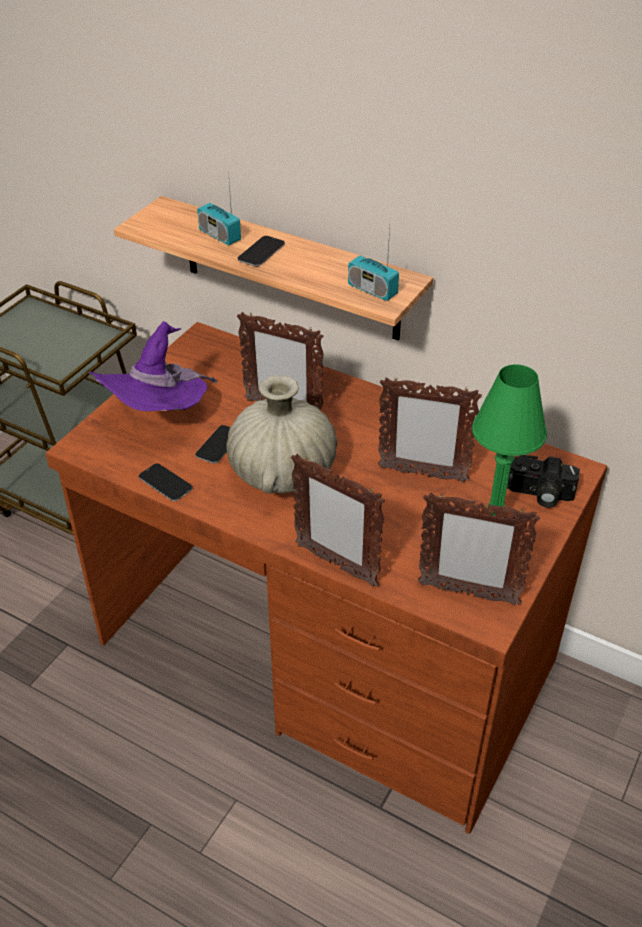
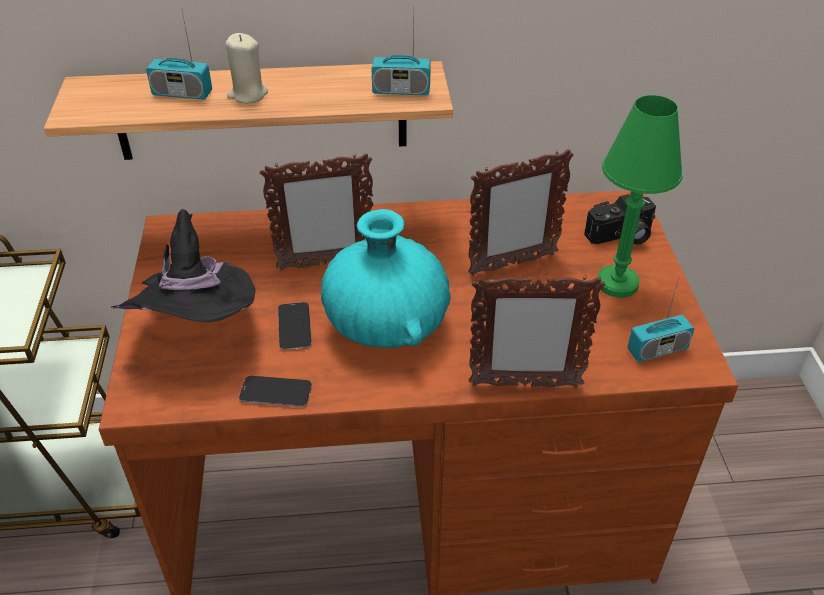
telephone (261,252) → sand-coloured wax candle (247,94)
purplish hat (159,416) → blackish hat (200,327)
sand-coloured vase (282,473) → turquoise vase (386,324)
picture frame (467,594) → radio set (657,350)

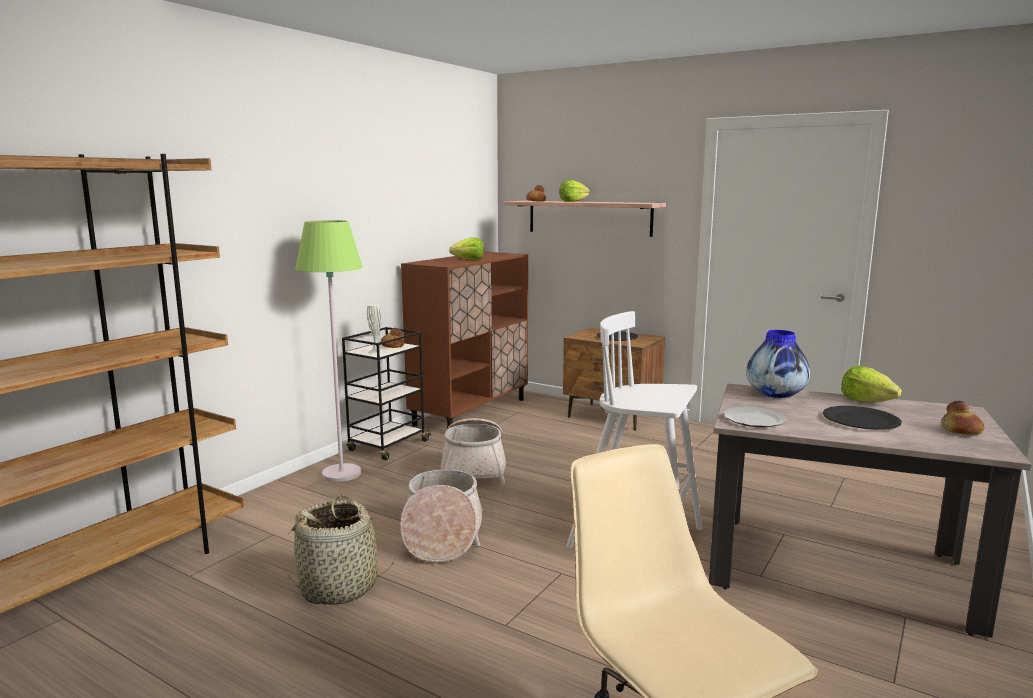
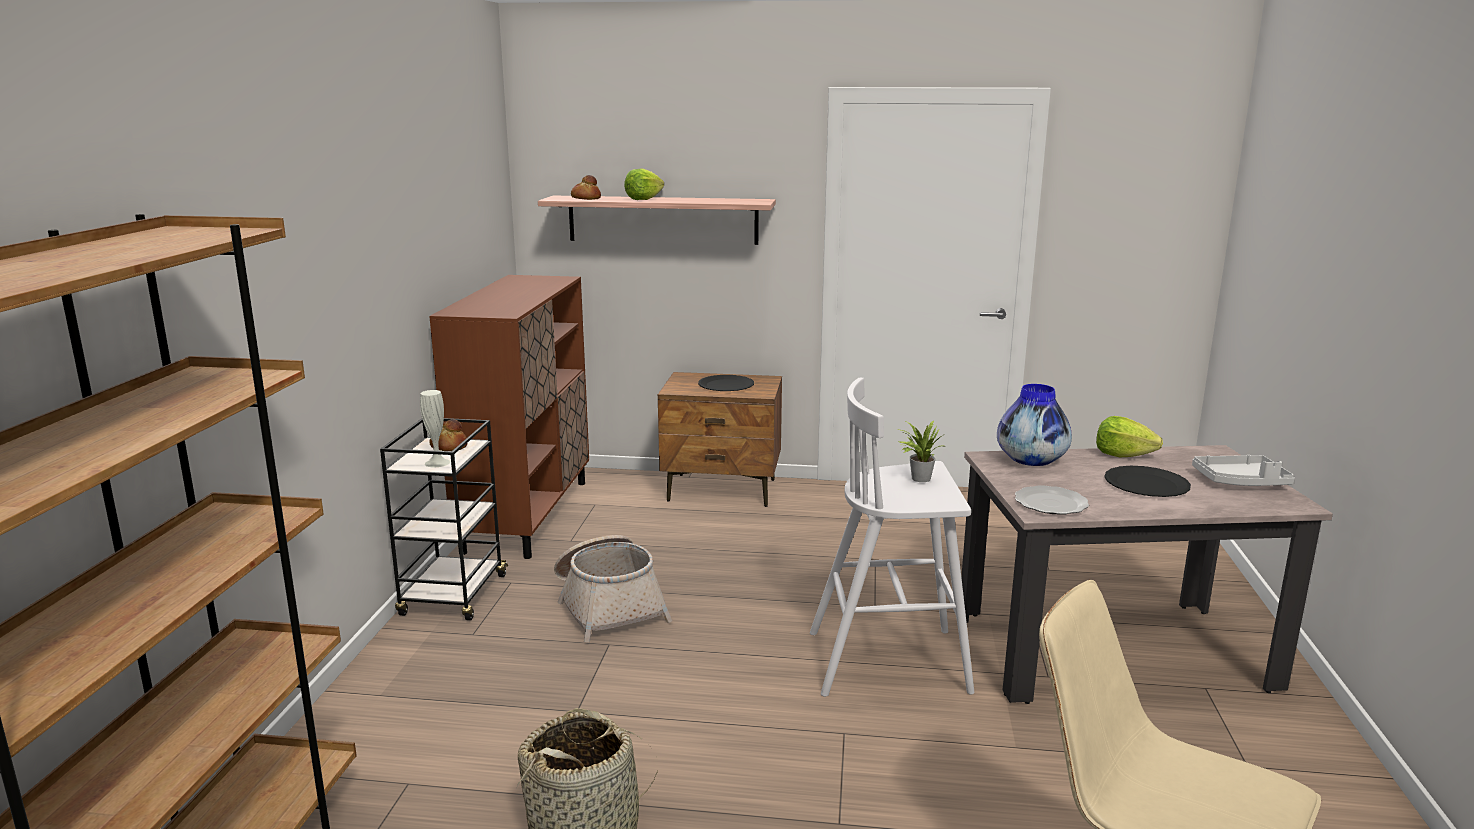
greenish standard lamp (342,474) → -
lettuce (469,259) → -
bread (960,431) → gray serving tray (1240,482)
storage basket (442,535) → -
- → potted plant (918,478)

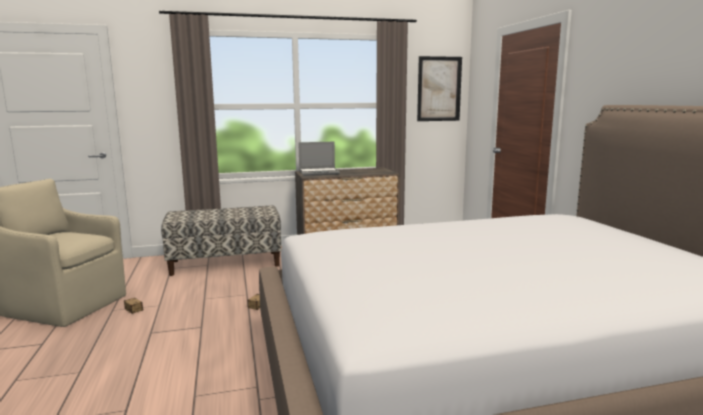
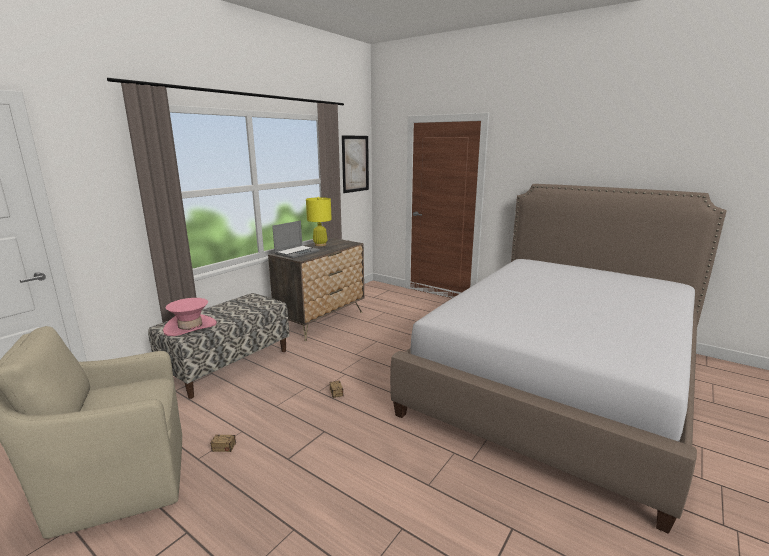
- → yellow-coloured lamp for a table (320,245)
- → pink hat (190,327)

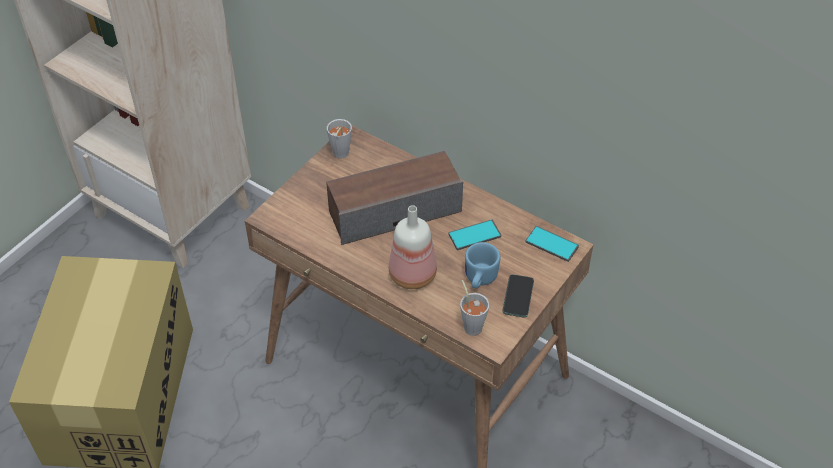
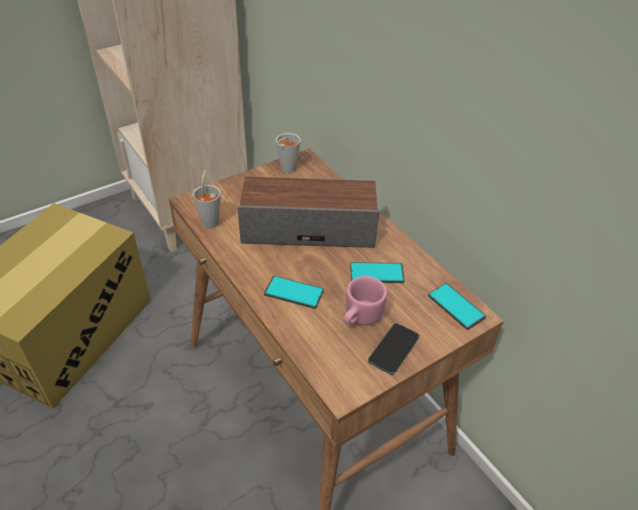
drink bottle (414,275) → telephone (293,293)
bluish coffee mug (479,279) → pink coffee mug (359,318)
gray small cup (471,325) → gray small cup (211,220), shifted

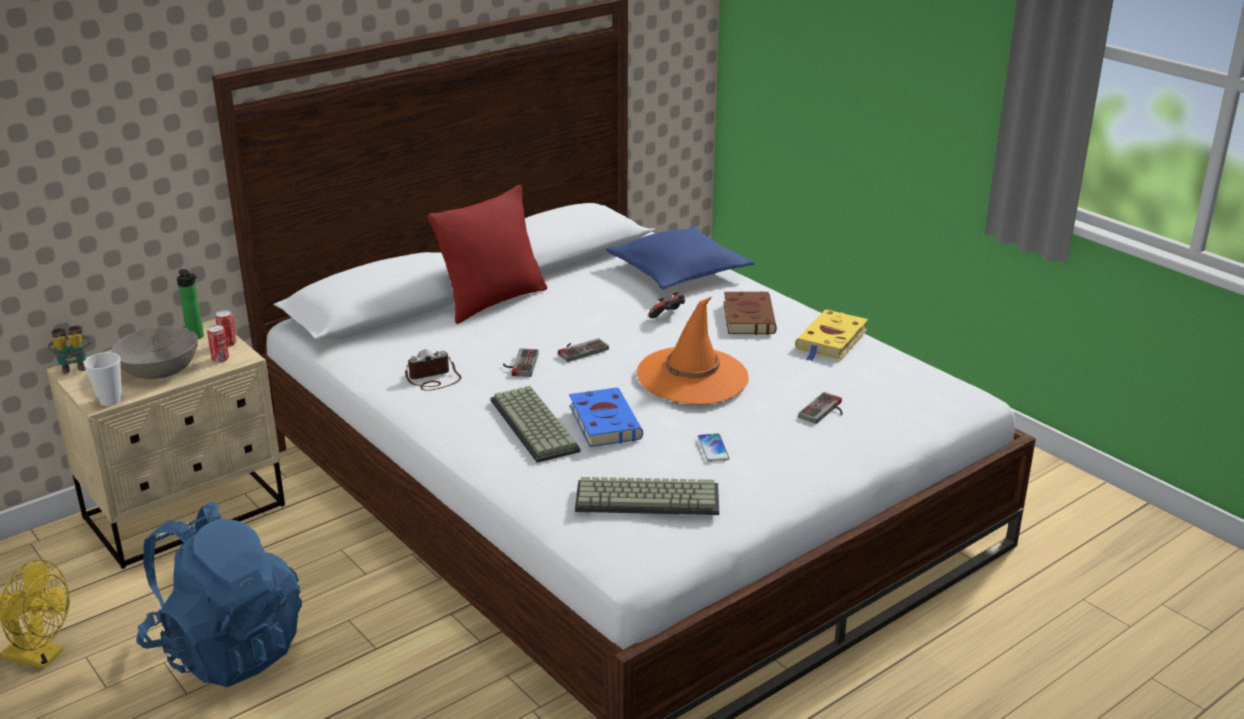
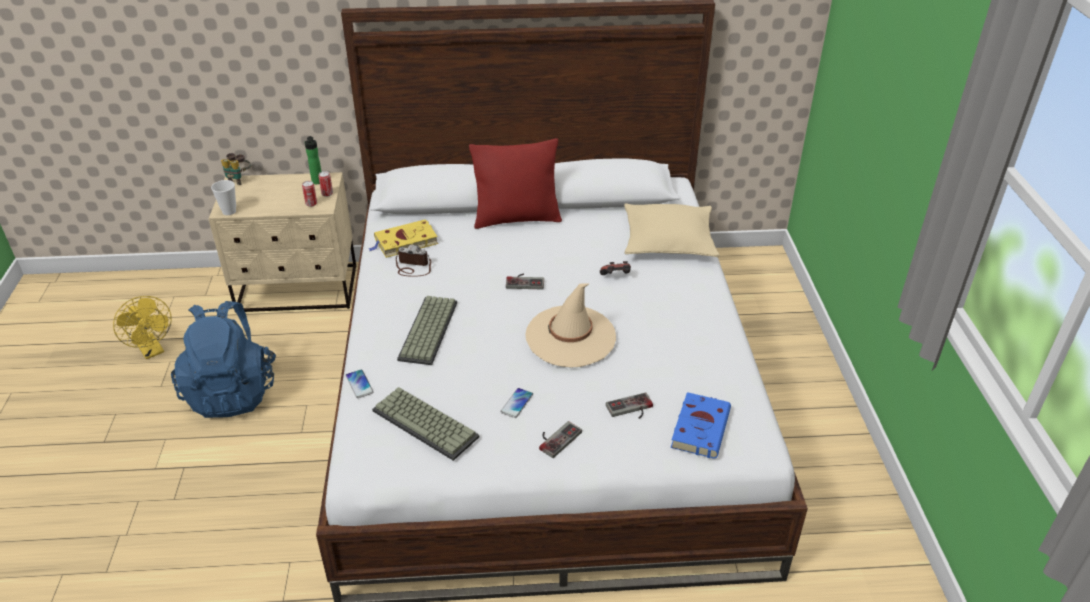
bluish cushion (678,272) → sand-coloured cushion (668,241)
brown volume (748,317) → -
orange hat (692,376) → sand-coloured hat (570,337)
yellow-coloured volume (831,341) → yellow-coloured volume (404,242), shifted
gray serving bowl (159,368) → -
joypad (519,364) → joypad (556,438), shifted
bluish volume (603,421) → bluish volume (700,427), shifted
- → telephone (359,384)

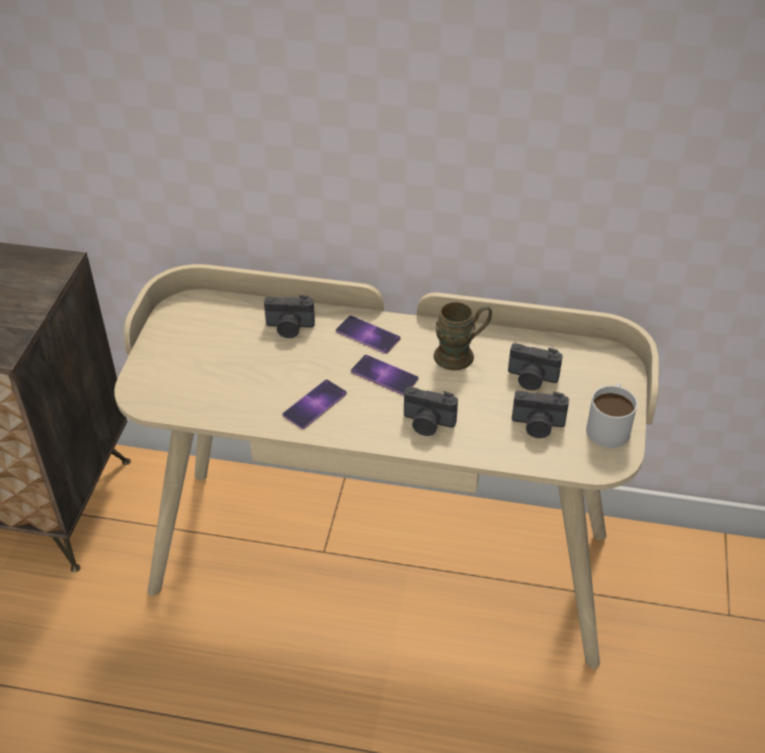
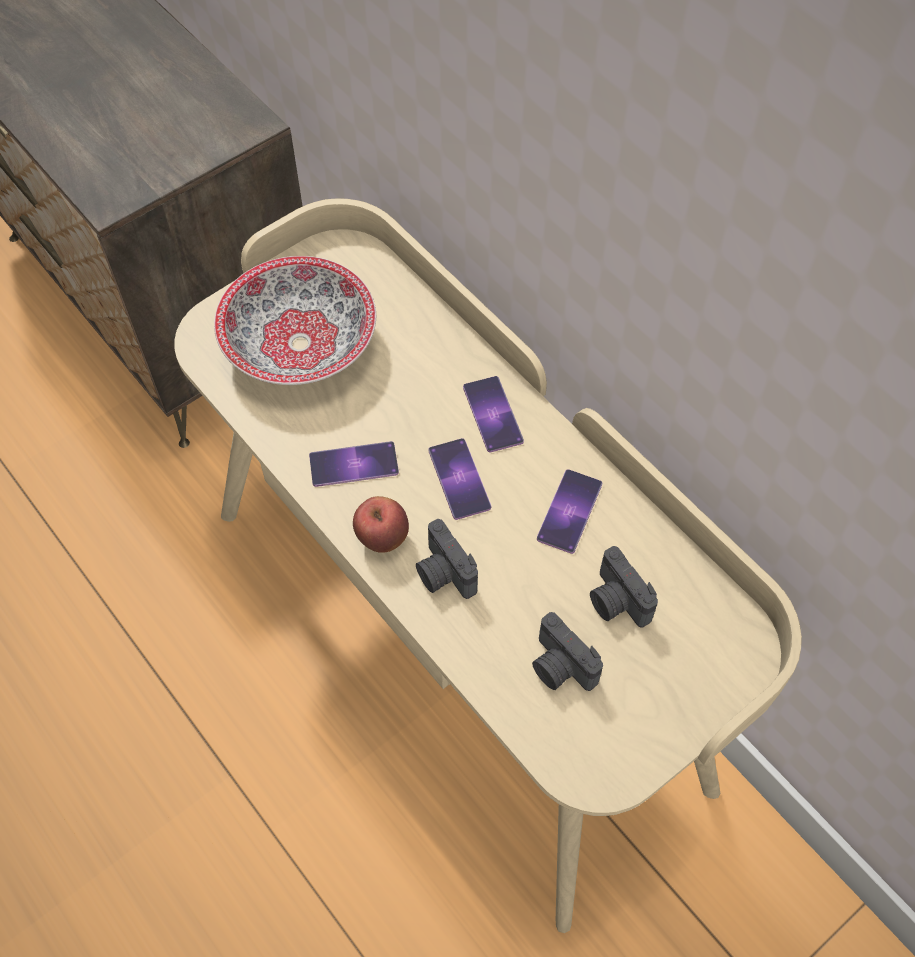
still camera (289,328) → -
brown coffee mug (461,354) → telephone (569,511)
white-coloured coffee mug (609,425) → -
- → serving bowl (299,345)
- → whole apple (382,538)

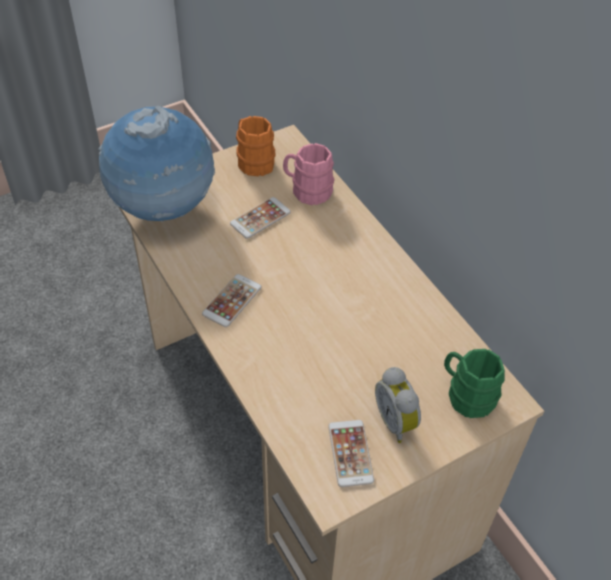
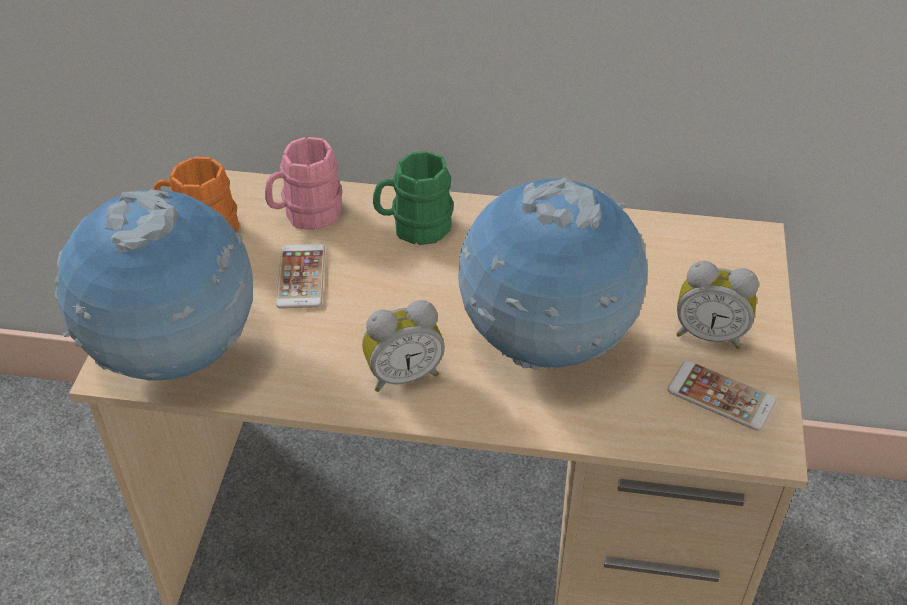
telephone (232,301) → alarm clock (403,374)
greenish coffee mug (466,395) → greenish coffee mug (414,227), shifted
- → globe (545,344)

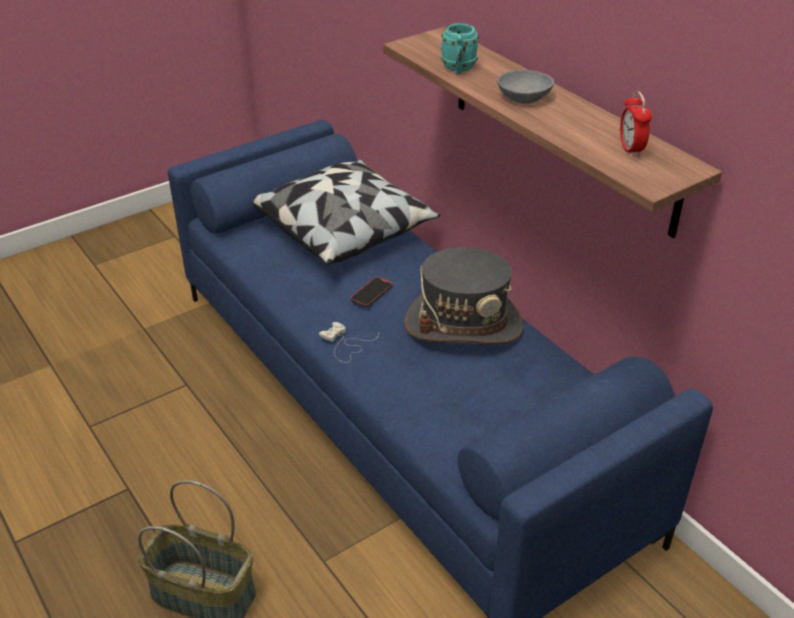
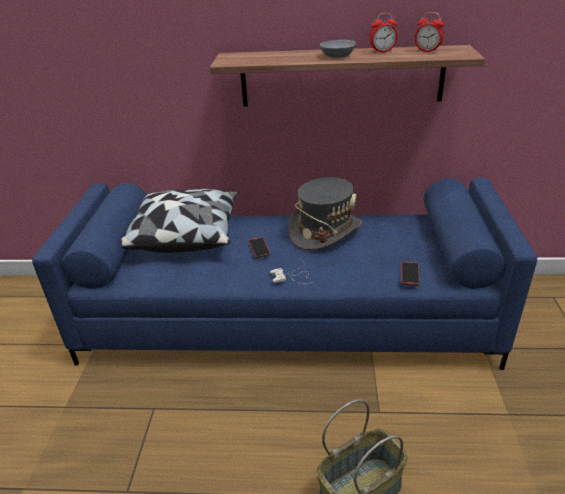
turquoise coffee mug (458,69) → -
- → alarm clock (382,51)
- → telephone (410,275)

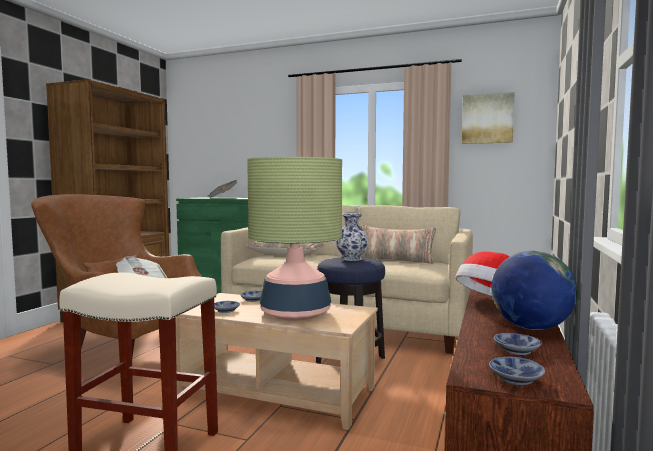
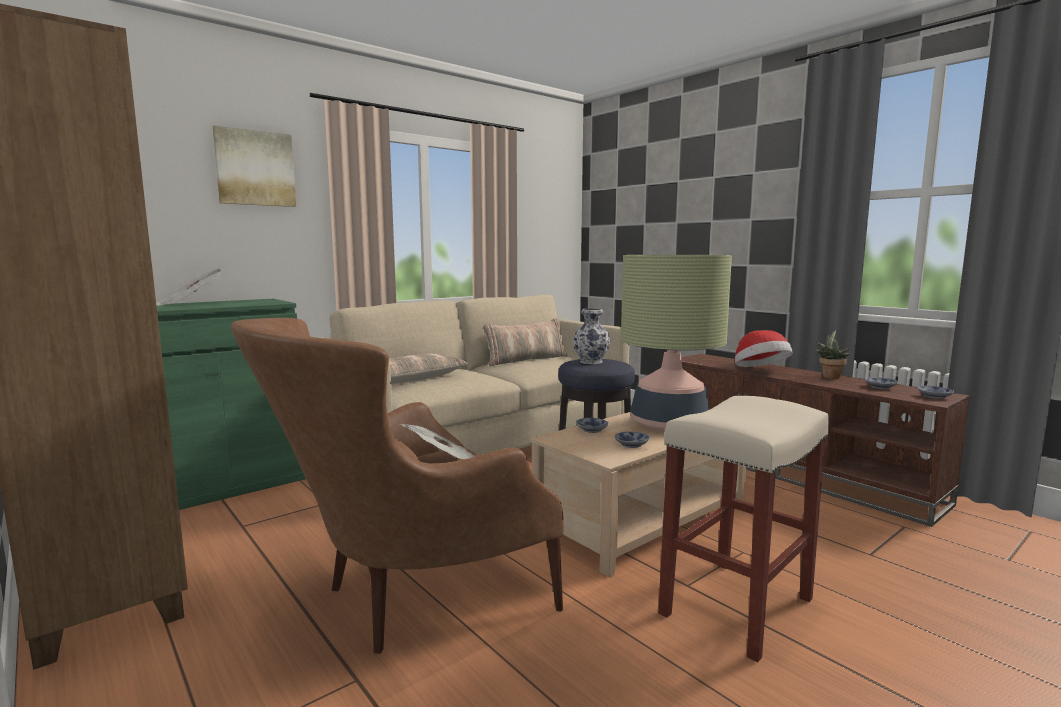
wall art (487,119) → wall art (255,168), shifted
globe (531,328) → potted plant (830,377)

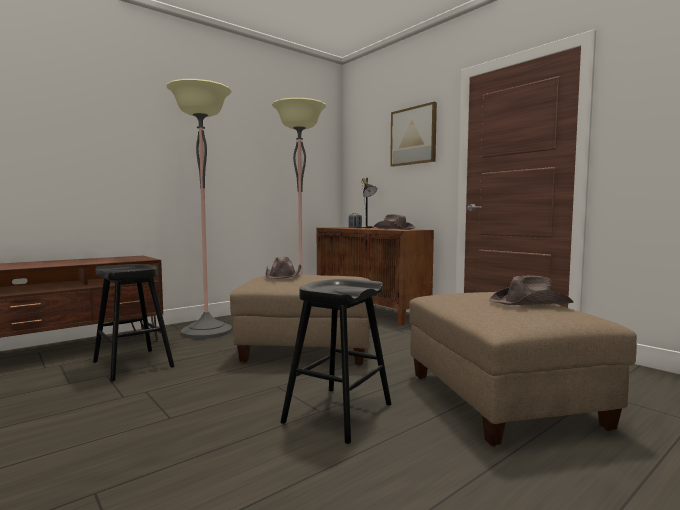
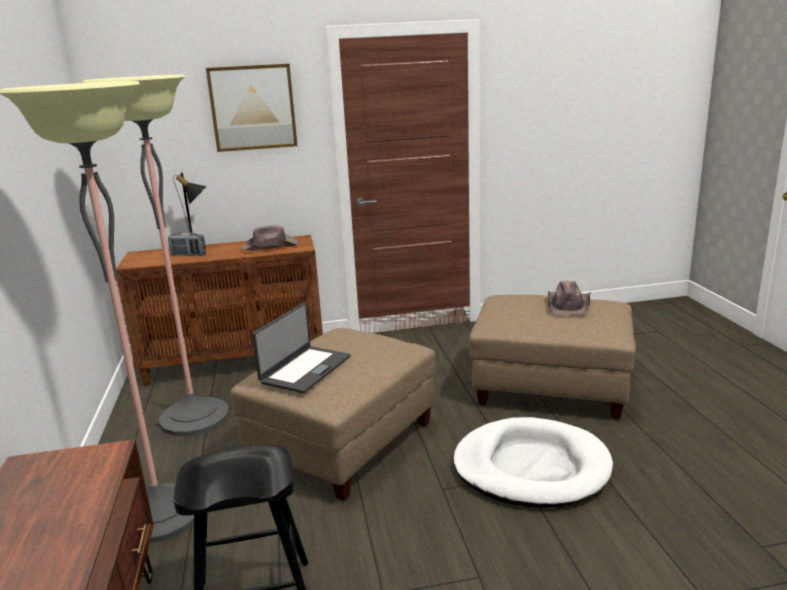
brown hat (283,275) → notebook computer (305,369)
blackish sitting stool (338,413) → white-coloured dog bed (531,467)

